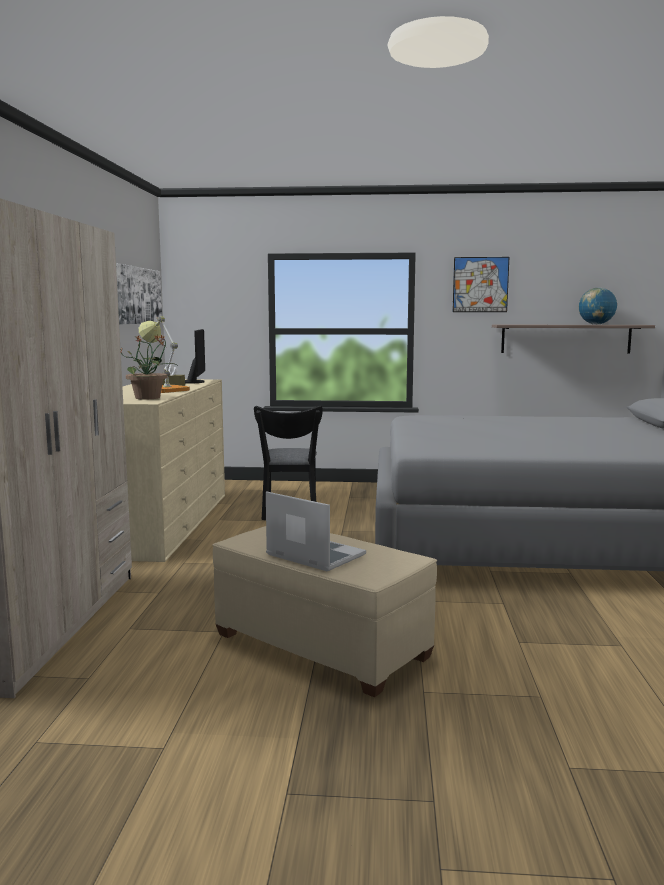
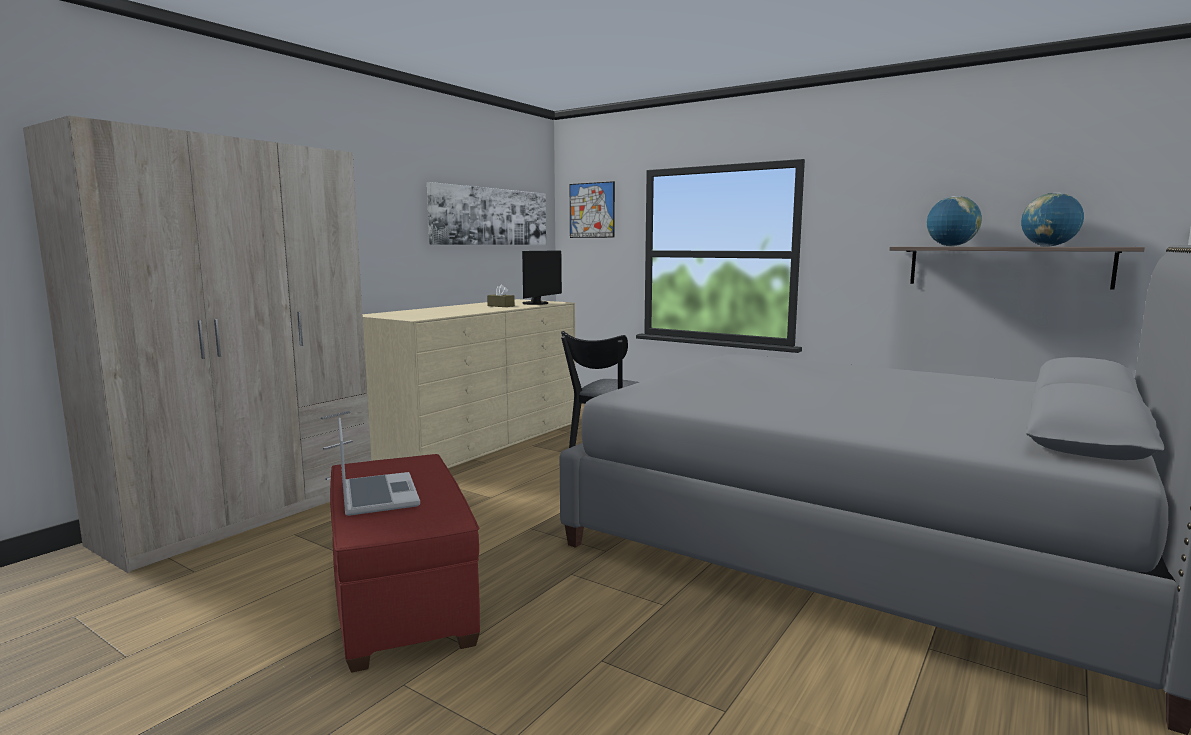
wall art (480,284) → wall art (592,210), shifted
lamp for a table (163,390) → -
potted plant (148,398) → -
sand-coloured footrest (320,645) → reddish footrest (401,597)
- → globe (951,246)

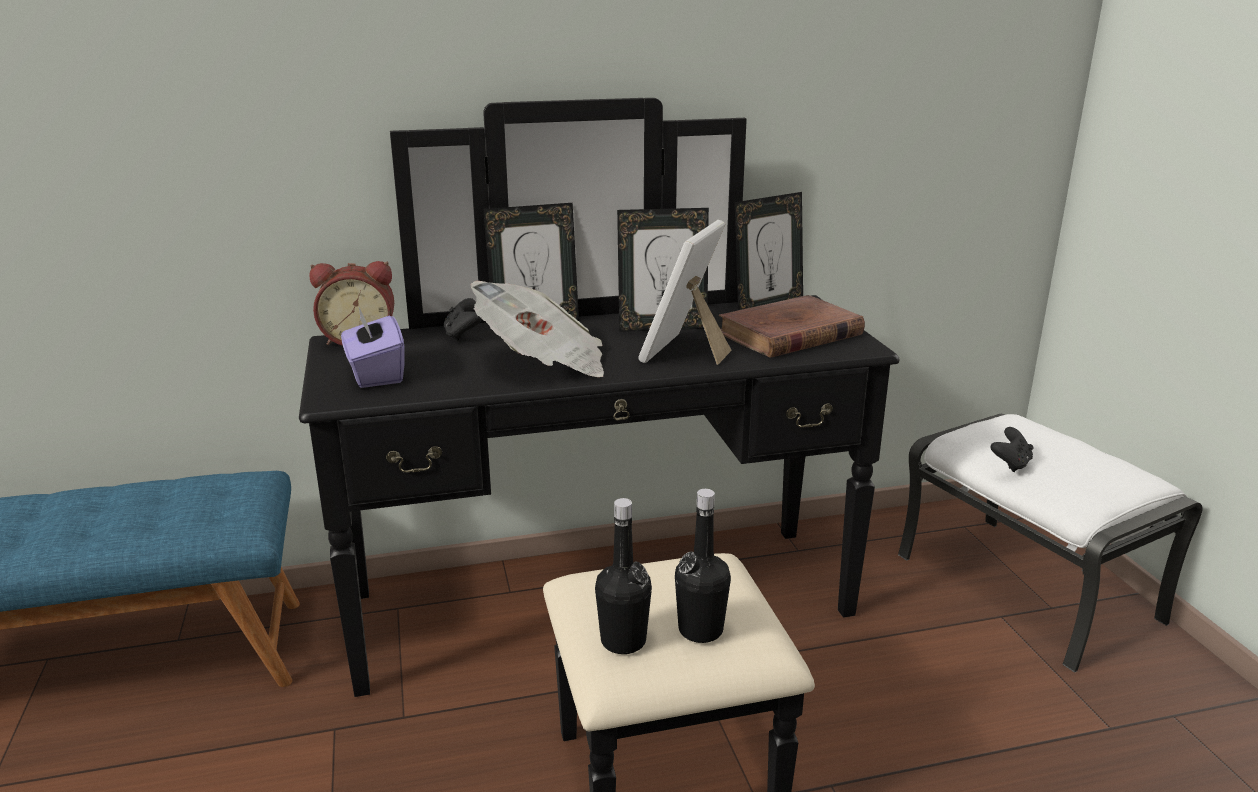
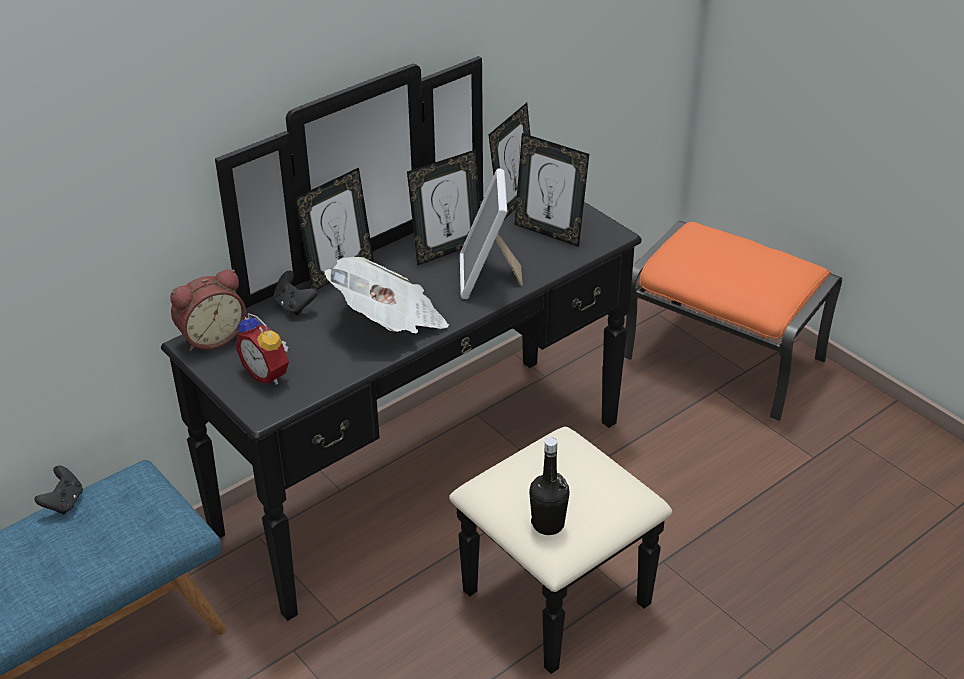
brown volume (789,334) → picture frame (549,232)
purplish tissue box (375,374) → alarm clock (268,373)
white-coloured footrest (1029,588) → orange footrest (725,358)
blackish joypad (1010,464) → blackish joypad (64,502), shifted
blackish drink bottle (700,630) → -

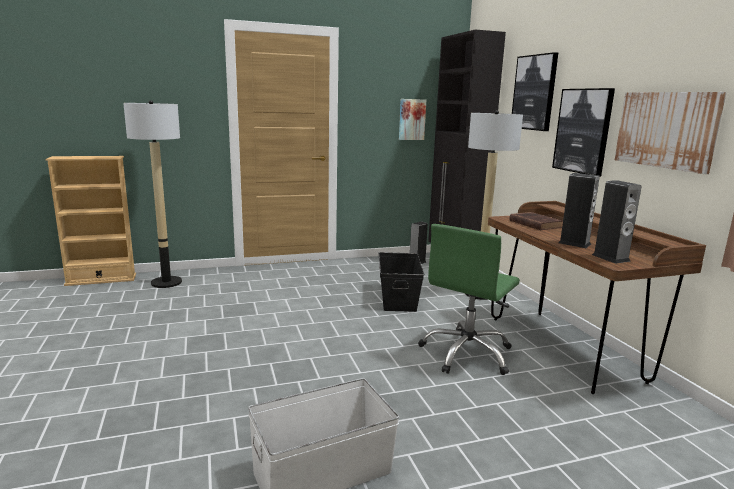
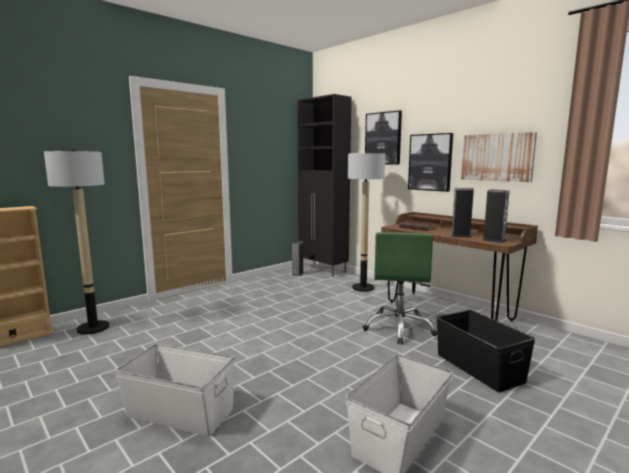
wall art (411,119) → -
blackish storage box (398,297) → blackish storage box (479,367), shifted
- → white-coloured storage box (180,411)

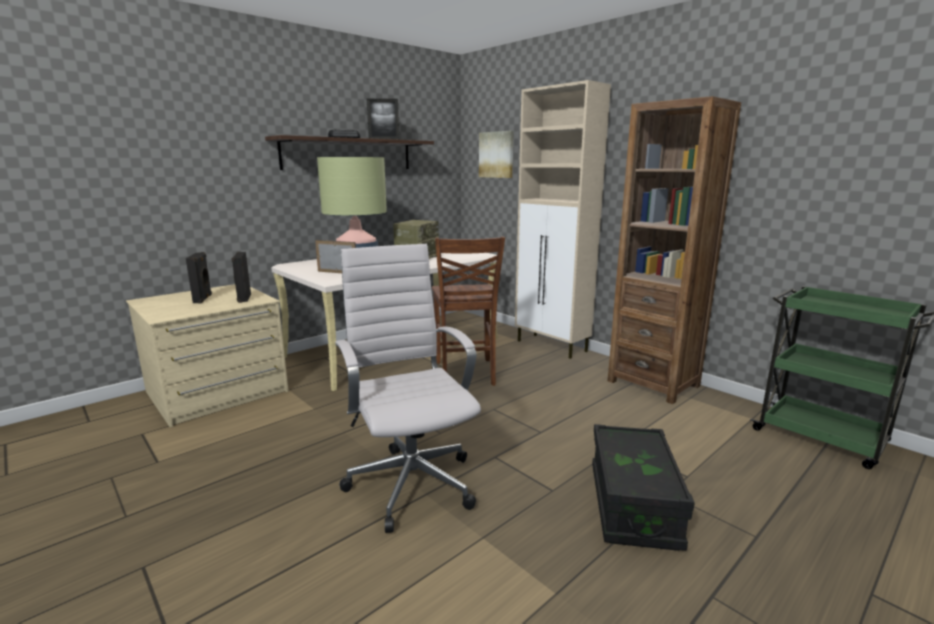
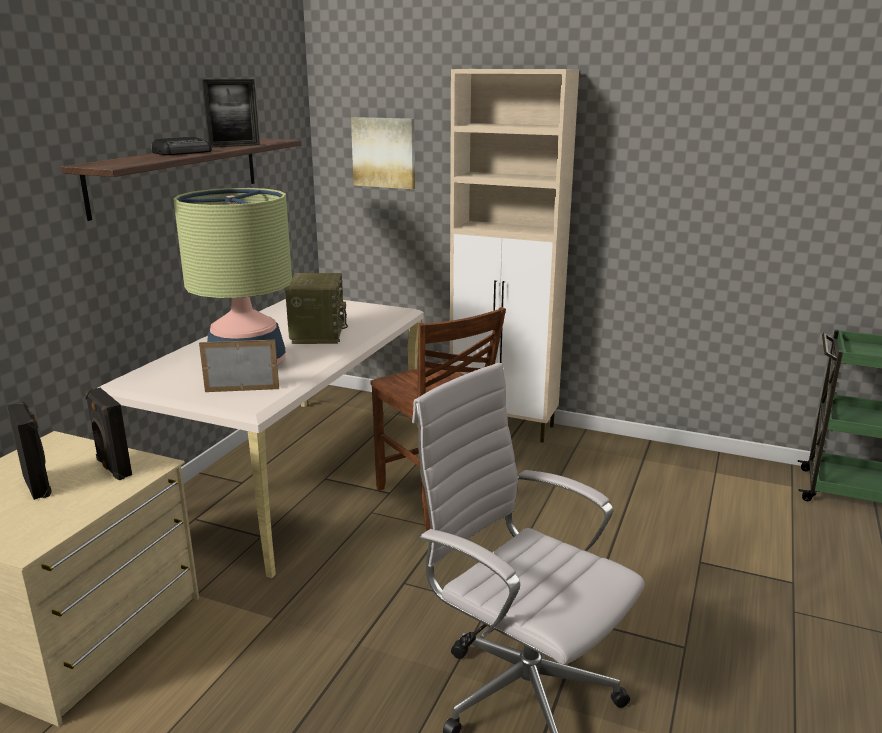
brown bookshelf (653,383) → -
blackish storage box (633,505) → -

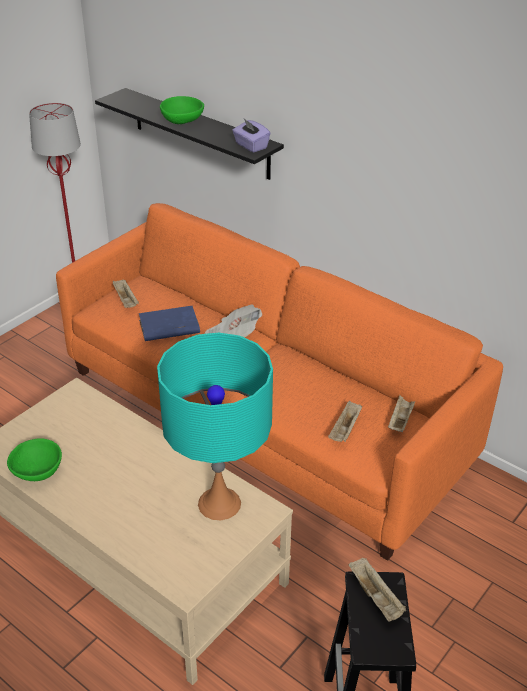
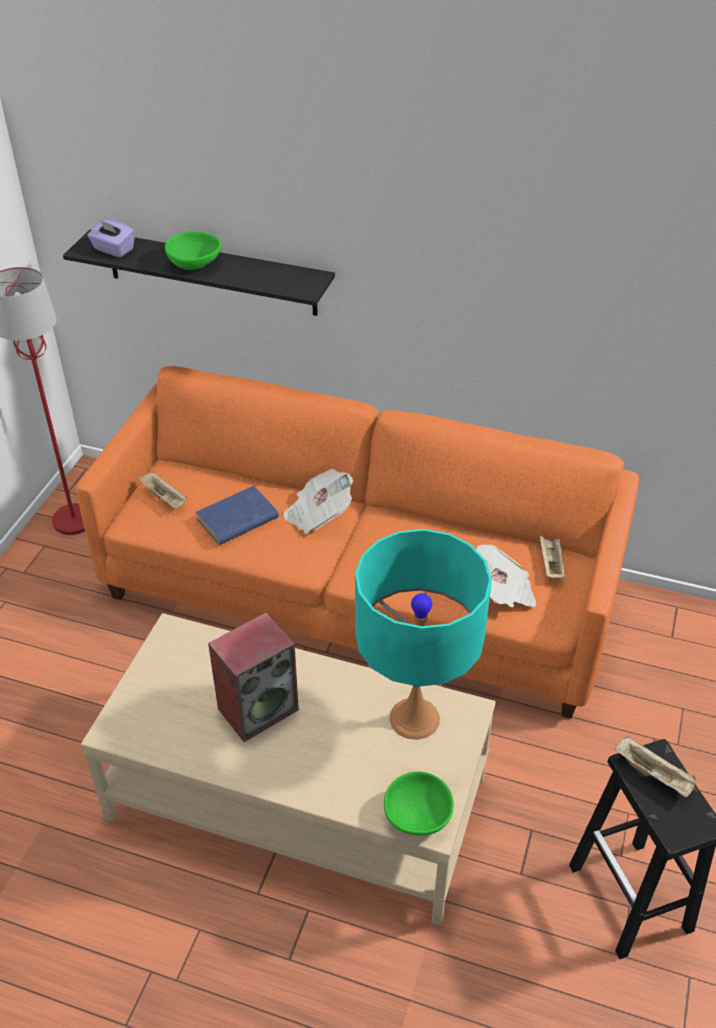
purplish tissue box (251,146) → purplish tissue box (113,250), shifted
sand-coloured serving tray (345,430) → printed paper (501,591)
greenish serving bowl (36,471) → greenish serving bowl (416,816), shifted
- → speaker (258,708)

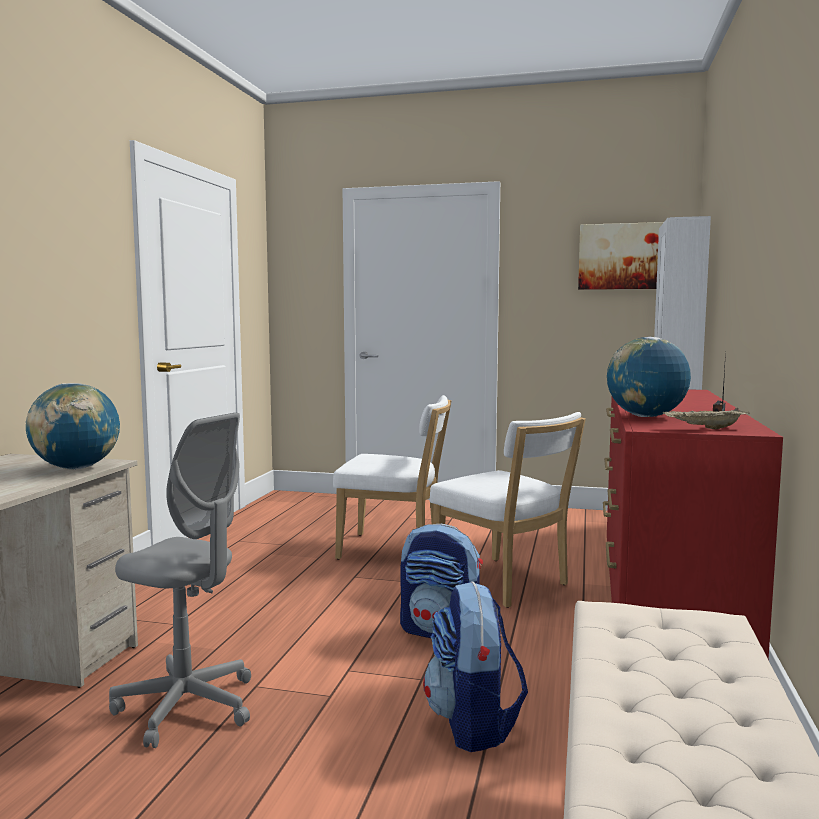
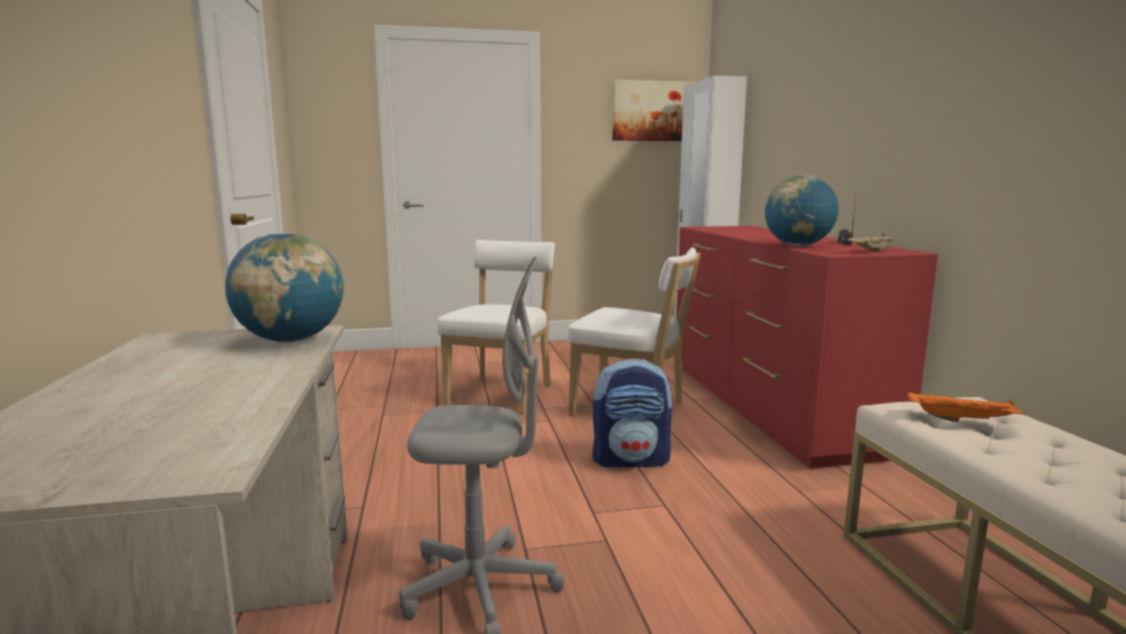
white-coloured plain chair (395,549) → white-coloured plain chair (502,394), 60 degrees counterclockwise
backpack (473,724) → -
- → orange serving tray (962,420)

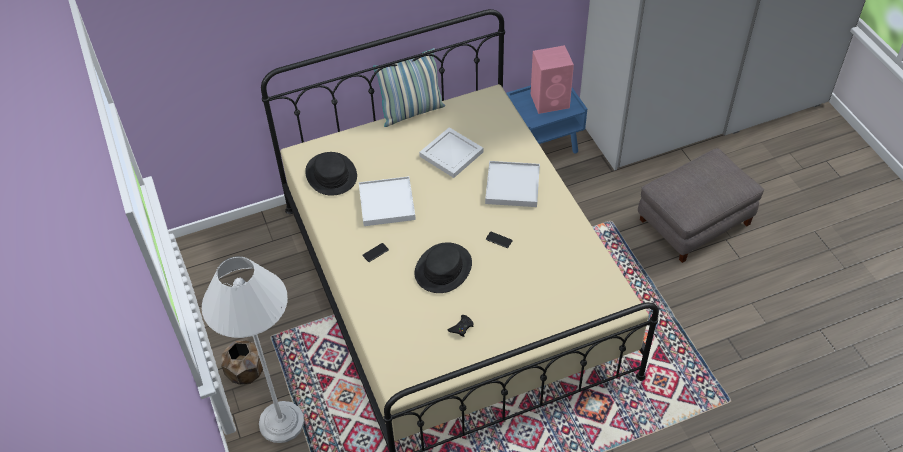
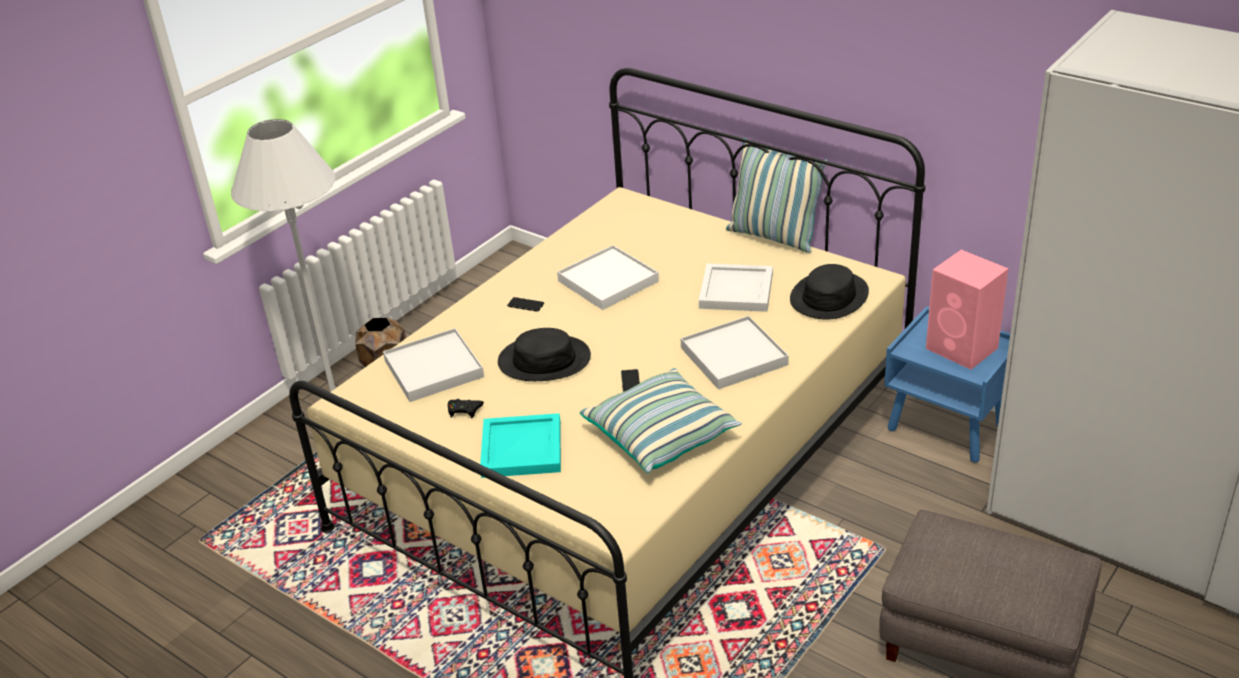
blackish hat (331,175) → blackish hat (828,297), shifted
- → white-coloured serving tray (434,368)
- → cushion (661,435)
- → turquoise serving tray (520,450)

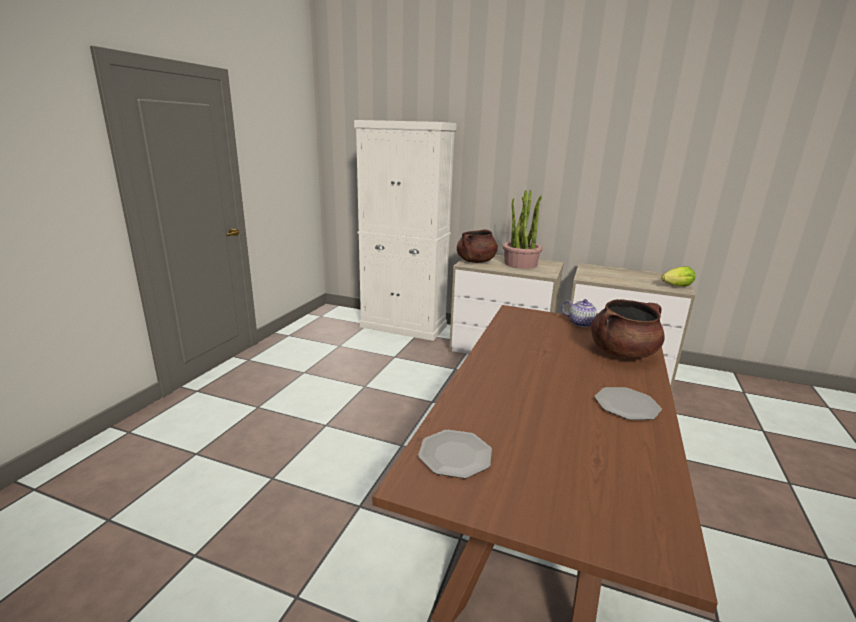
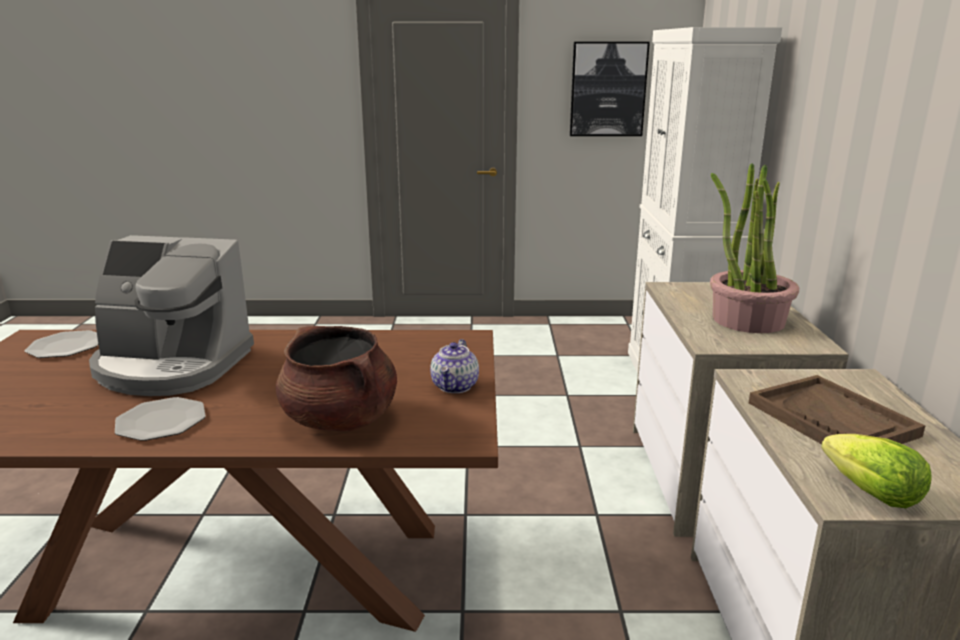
brown stockpot (476,261) → -
- → wall art (608,89)
- → coffee brewer (171,366)
- → brown serving tray (832,419)

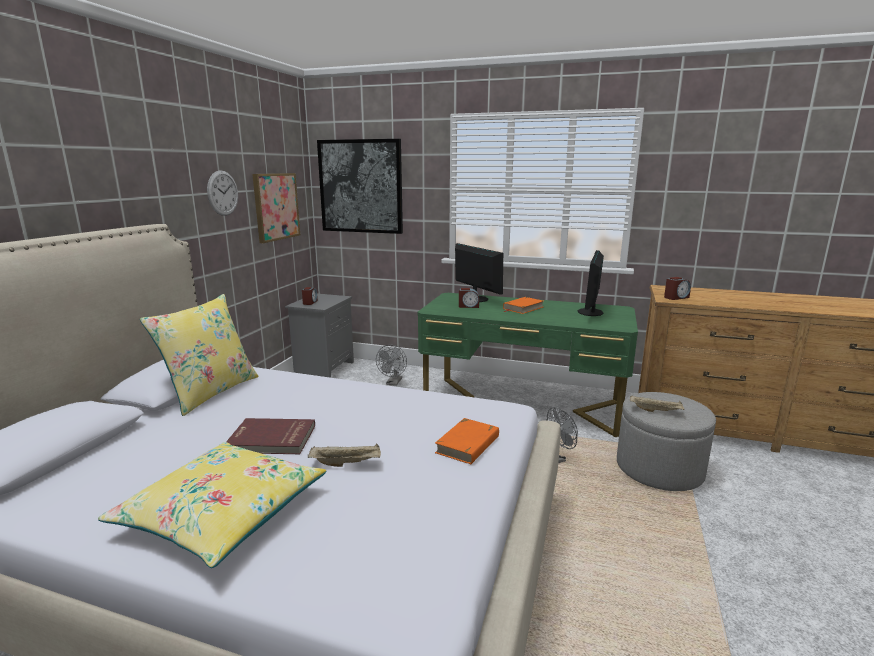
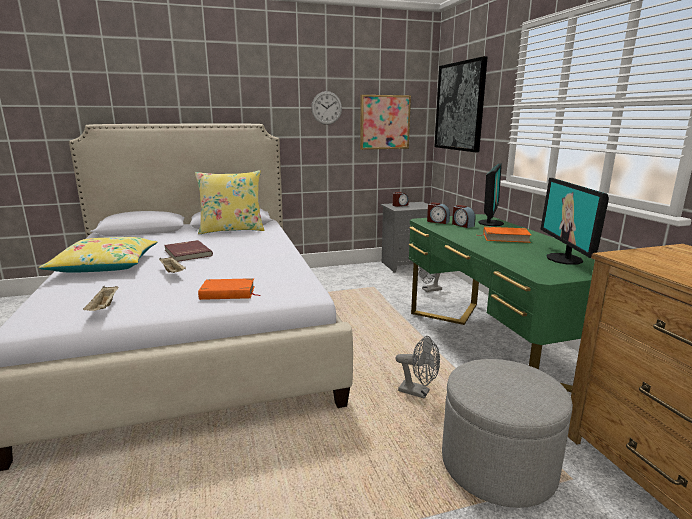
computer screen (591,312) → computer screen (565,259), 75 degrees counterclockwise
alarm clock (676,297) → alarm clock (437,221), shifted
sand-coloured serving tray (656,411) → sand-coloured serving tray (104,308), shifted

